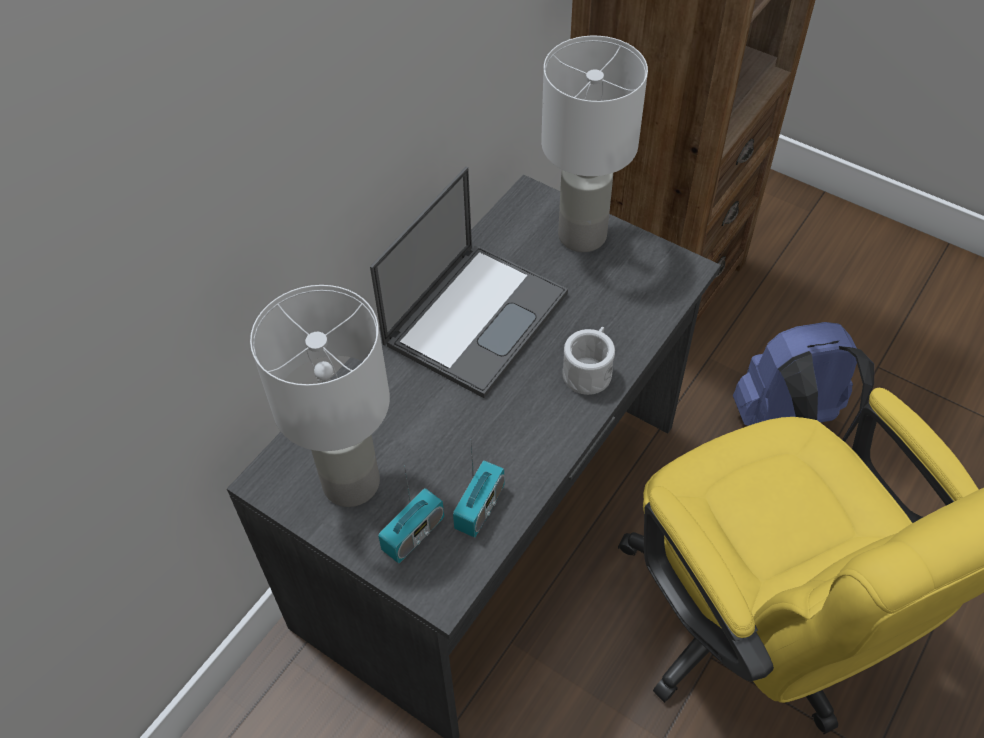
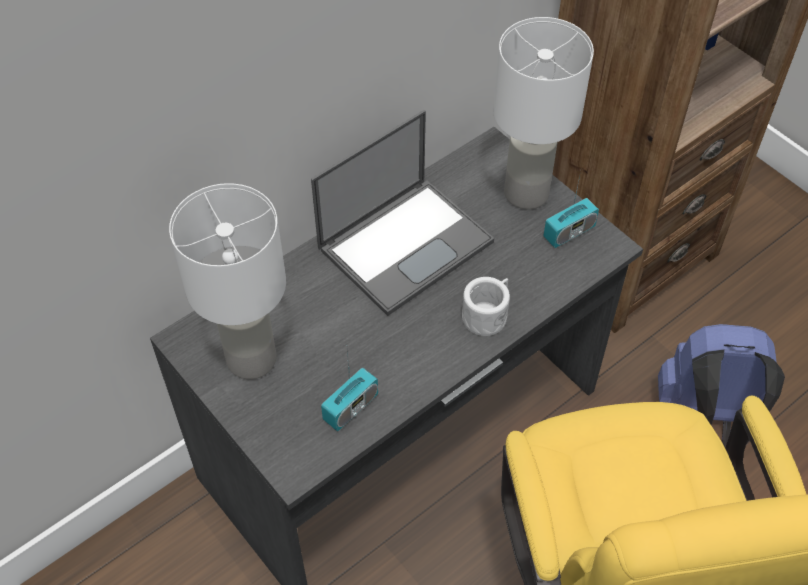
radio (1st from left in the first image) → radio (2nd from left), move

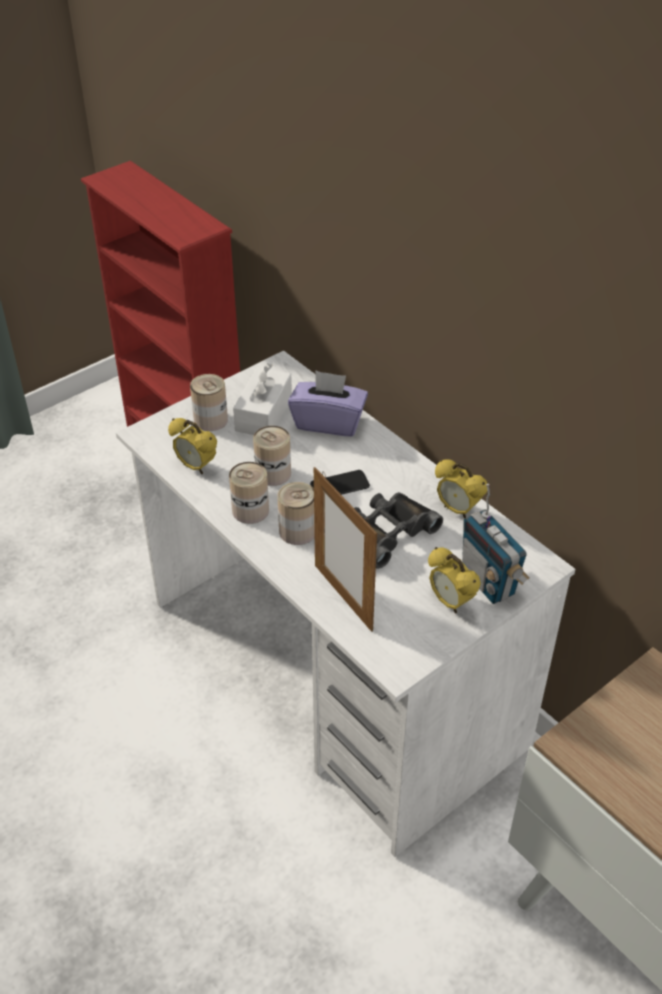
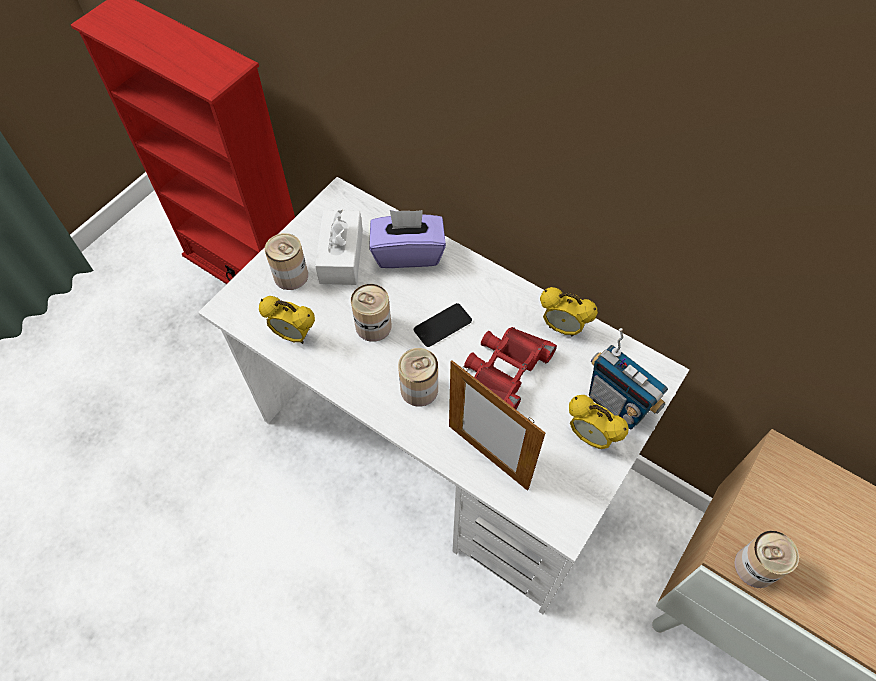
puszka (2nd from left in the first image) → puszka (4th from left), move
lornetka [czarny] → lornetka [czerwony]

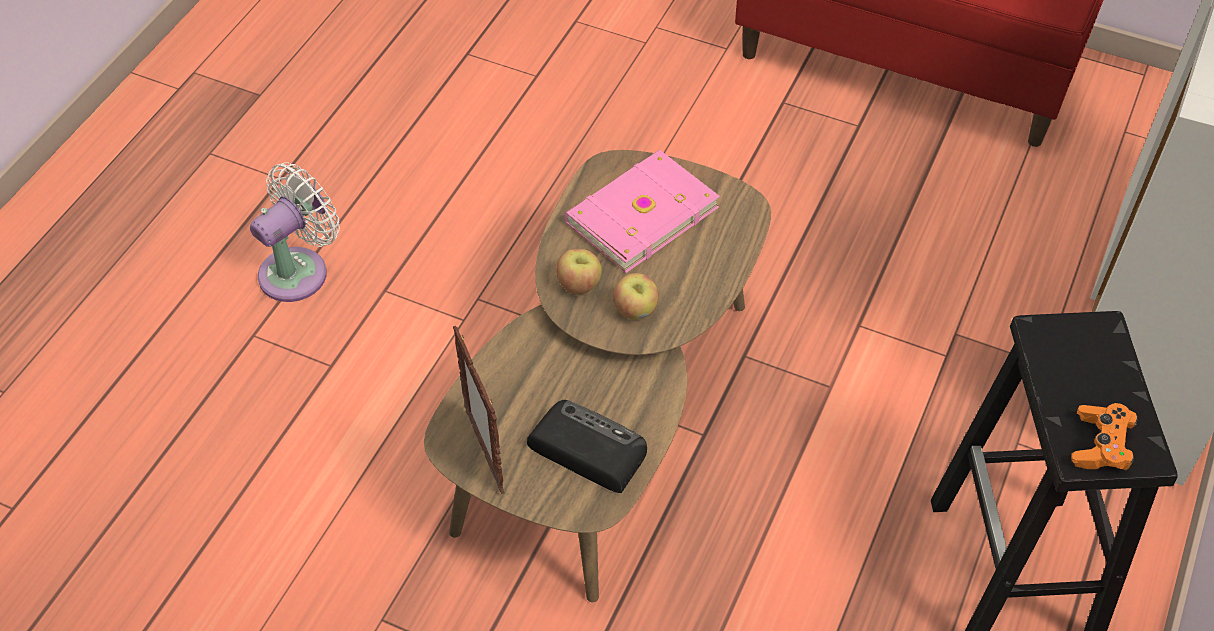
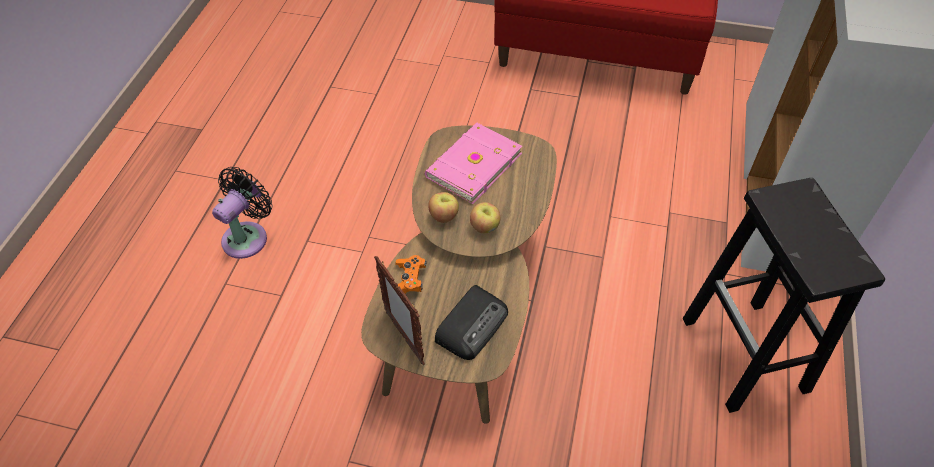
wentylator [biały] → wentylator [czarny]
radio, 105 degrees clockwise
pad do gier [pomarańczowy], move

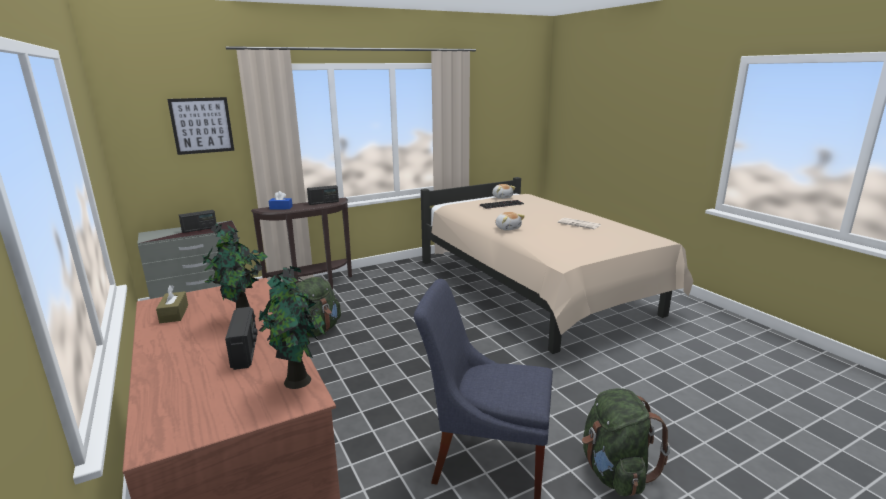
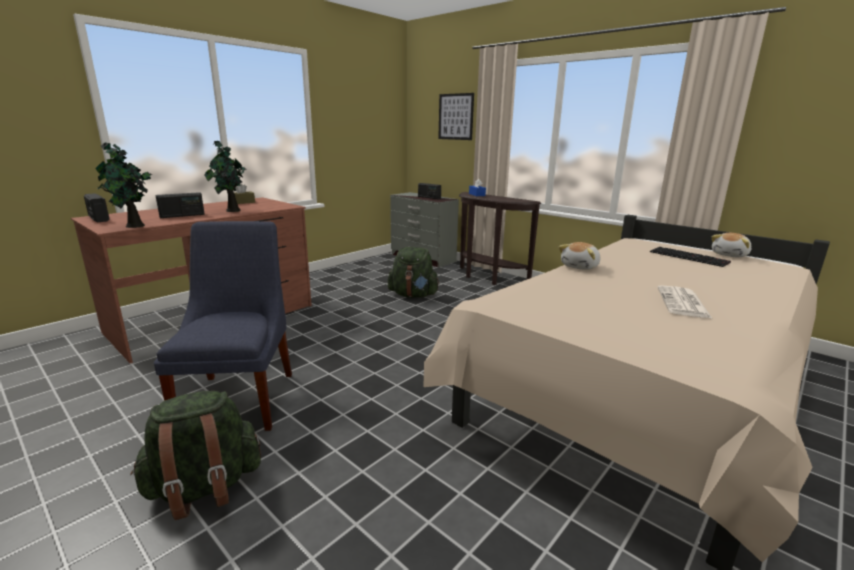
radio (3rd from left in the first image) → radio (1st from left), move

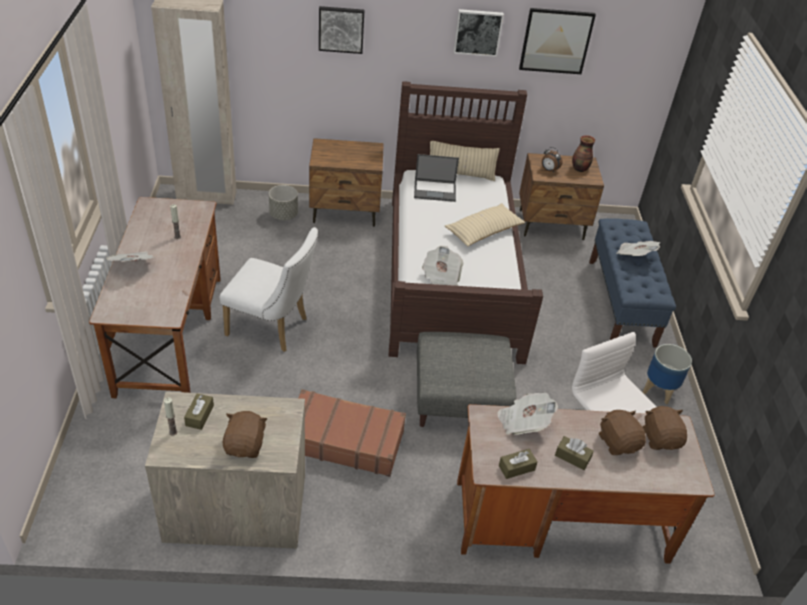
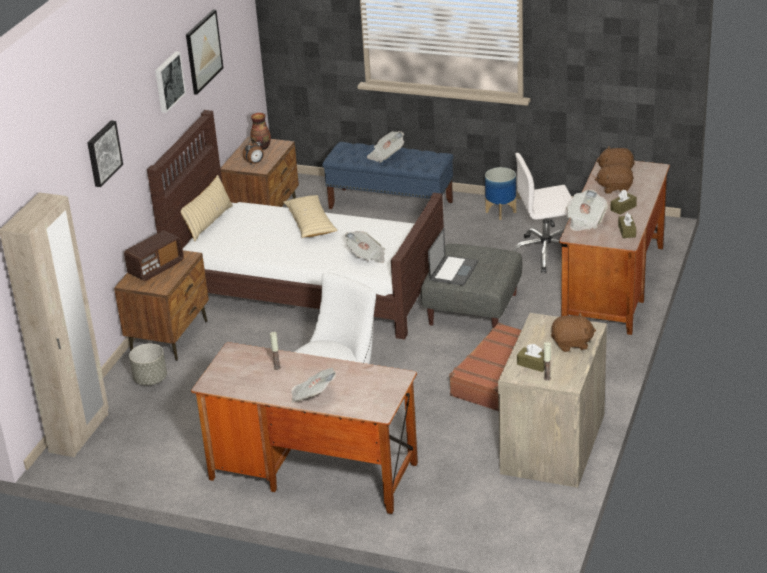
pluszak [brązowy] (1st from left), 150 degrees clockwise
laptop, move
- → radio

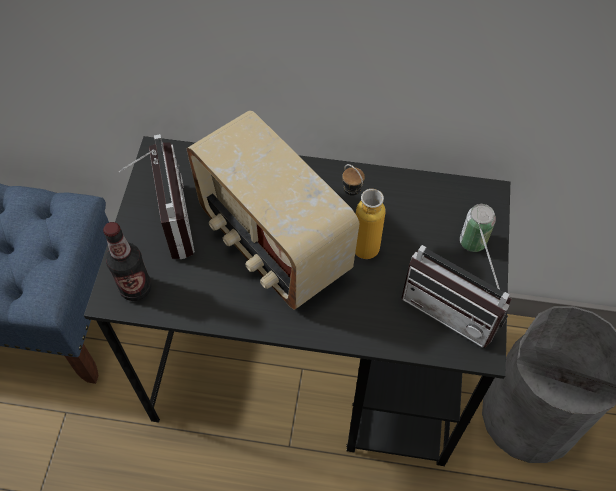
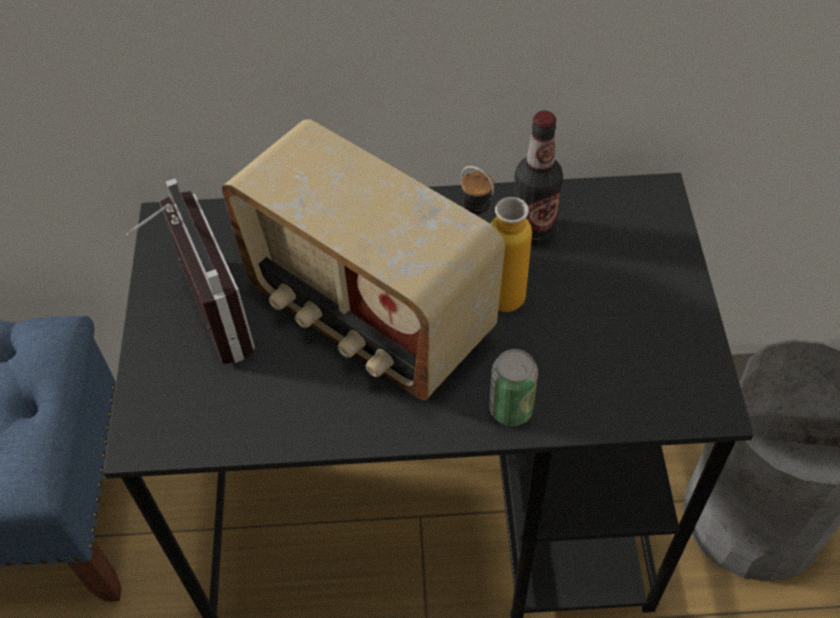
butelka (1st from left in the first image) → butelka (2nd from left), move
radio (3rd from left) → -
puszka, move

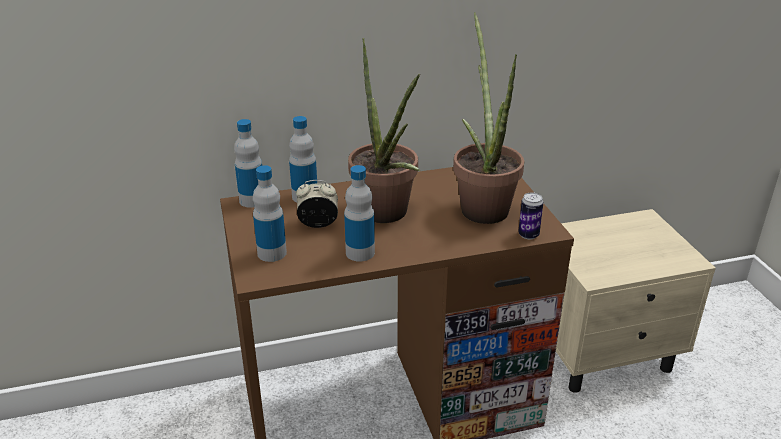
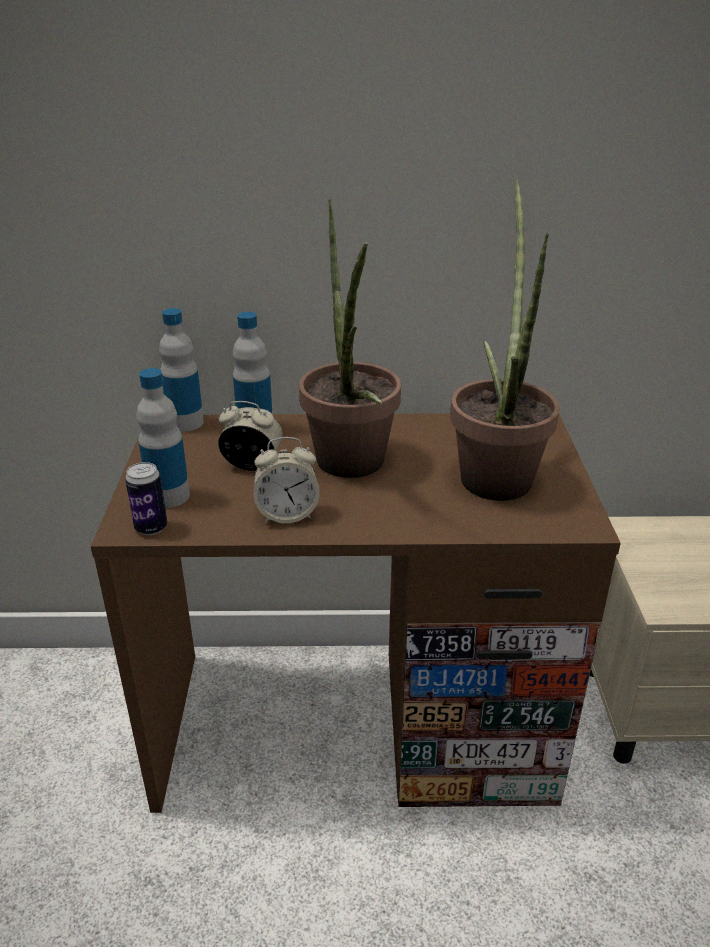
butelka (4th from left) → budzik (2nd from left)
puszka, move

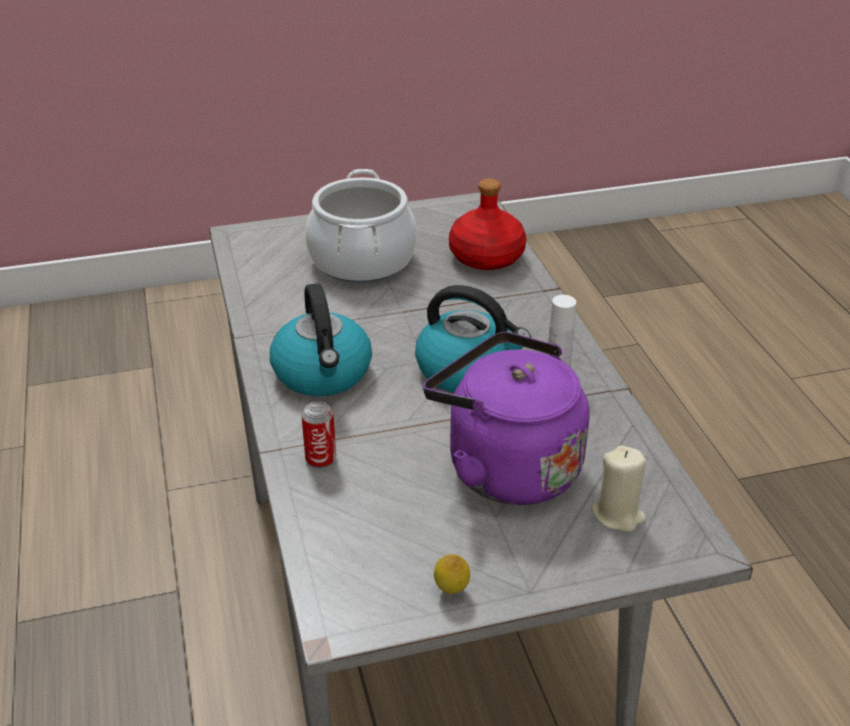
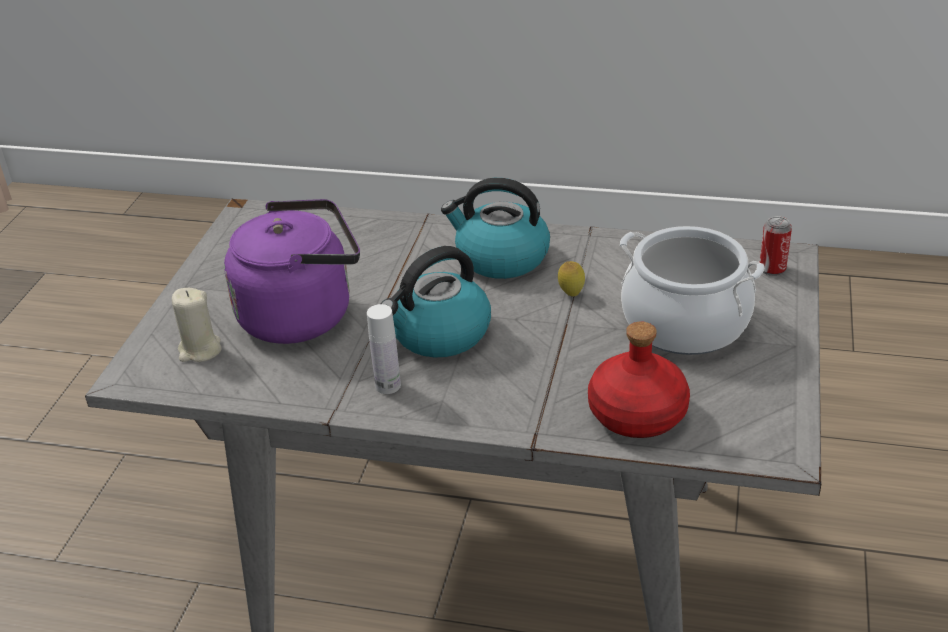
puszka, move
cytryna, move

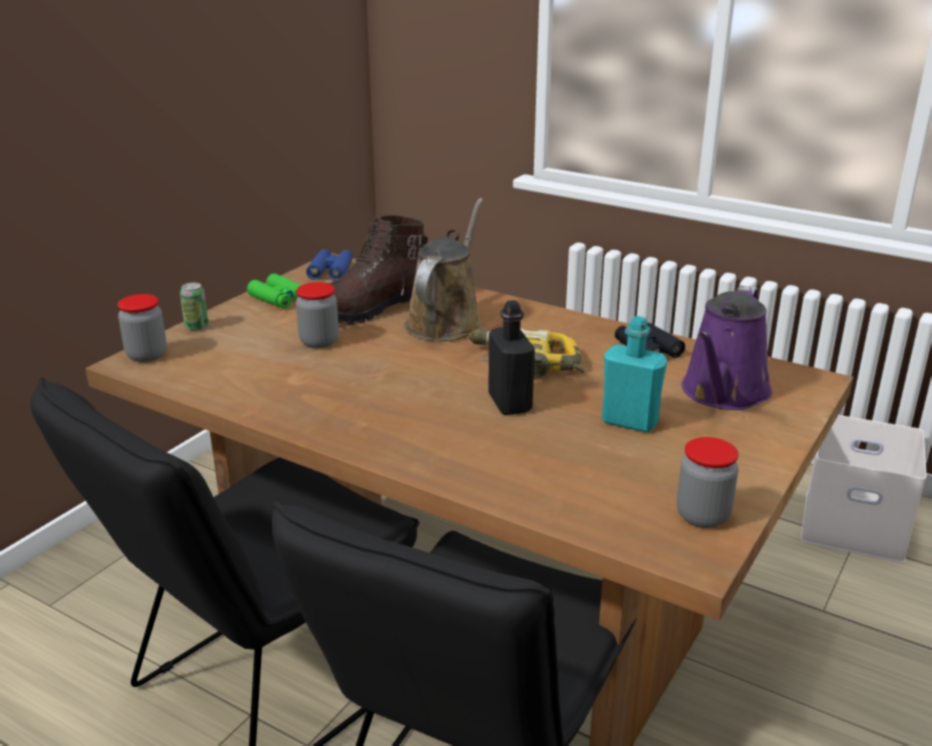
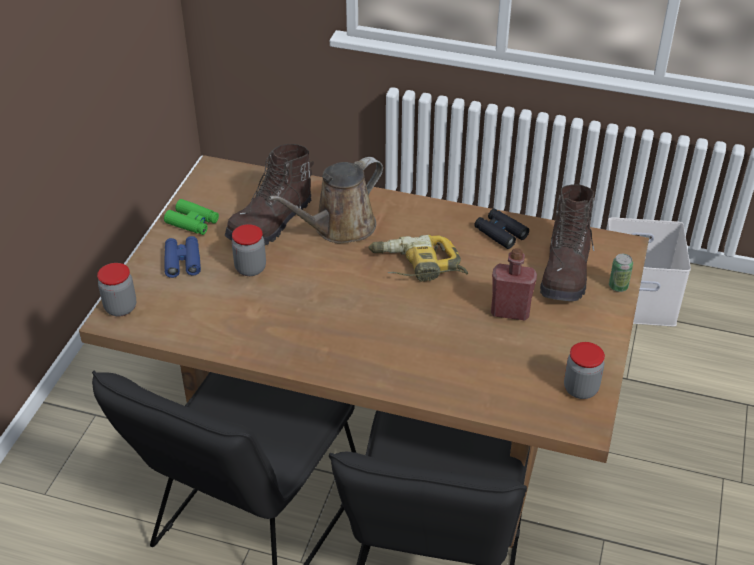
puszka, move
lornetka [niebieski], move
konewka [brązowy], 135 degrees counterclockwise
butelka [czarny] → -
butelka [turkusowy] → butelka [czerwony]
konewka [fioletowy] → but z cholewką [brązowy] (2nd from left)

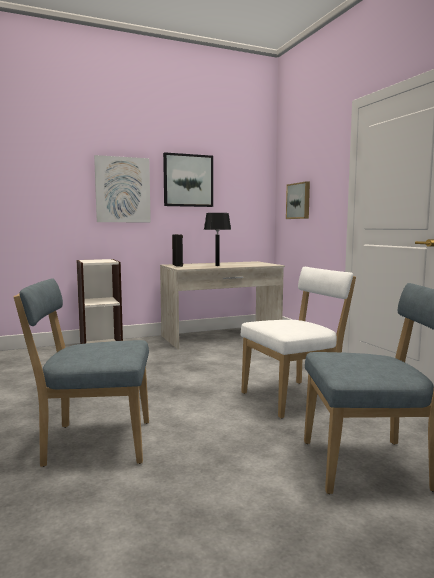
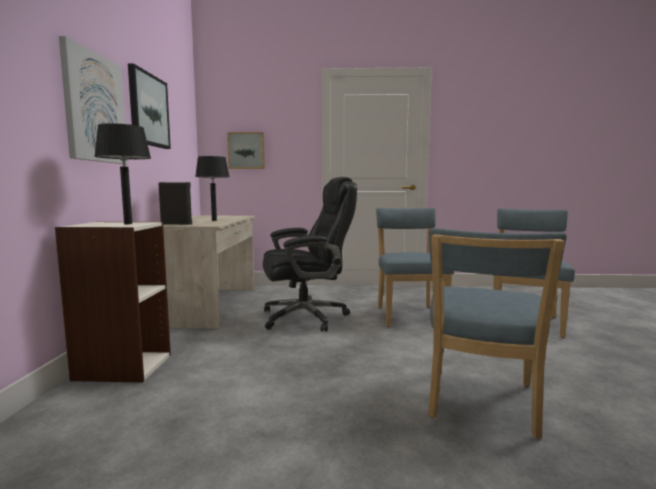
krzesło [biały] → krzesło [niebieski] (1st from left)
- → lampa stołowa [czarny] (1st from left)
- → krzesło biurowe [czarny]

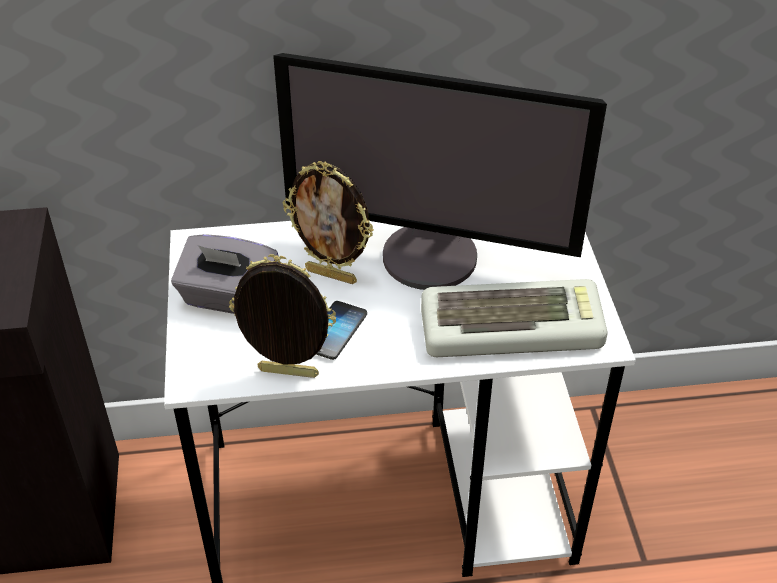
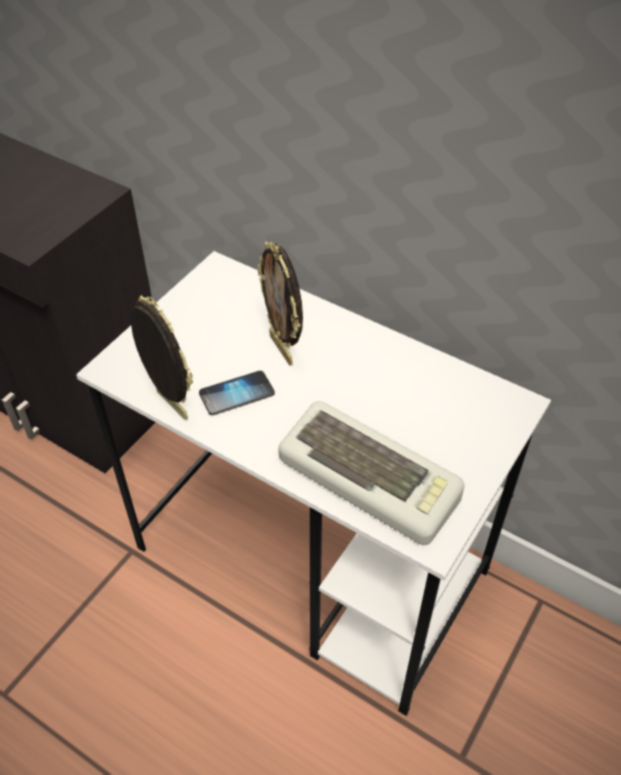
pudełko chusteczek [szary] → -
monitor → -

